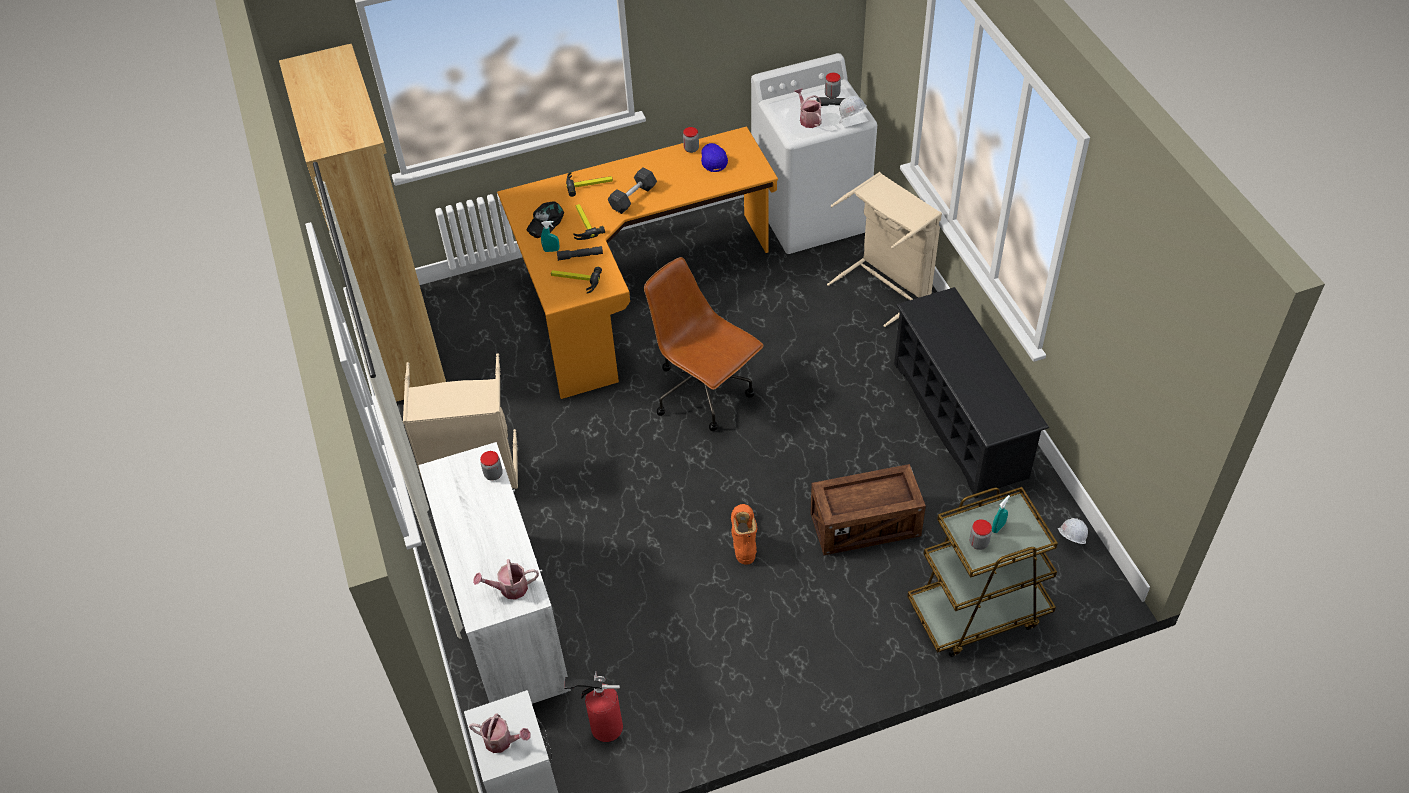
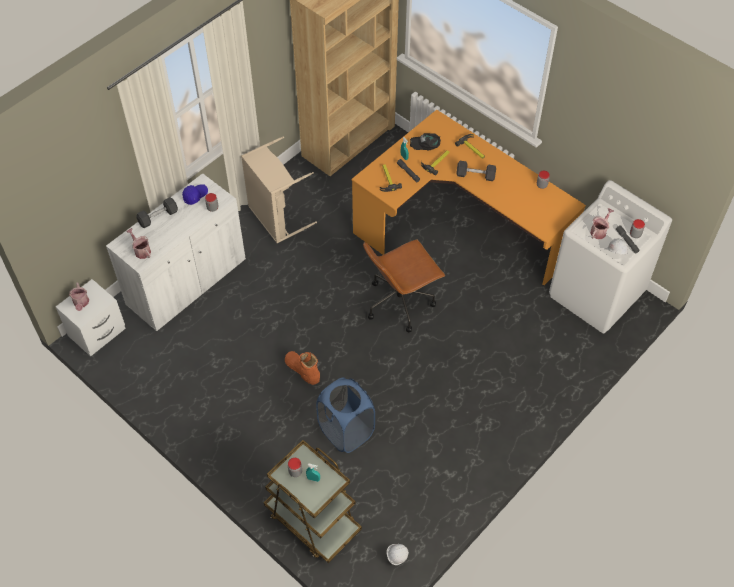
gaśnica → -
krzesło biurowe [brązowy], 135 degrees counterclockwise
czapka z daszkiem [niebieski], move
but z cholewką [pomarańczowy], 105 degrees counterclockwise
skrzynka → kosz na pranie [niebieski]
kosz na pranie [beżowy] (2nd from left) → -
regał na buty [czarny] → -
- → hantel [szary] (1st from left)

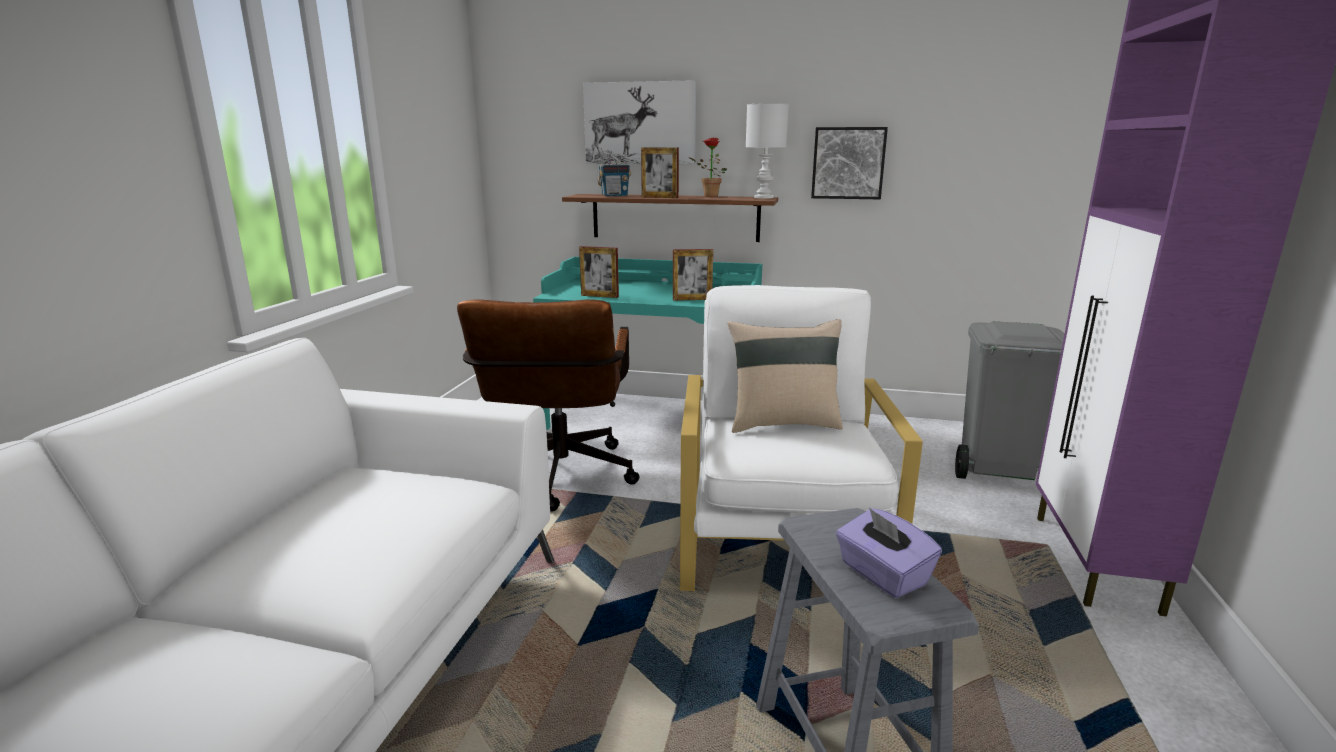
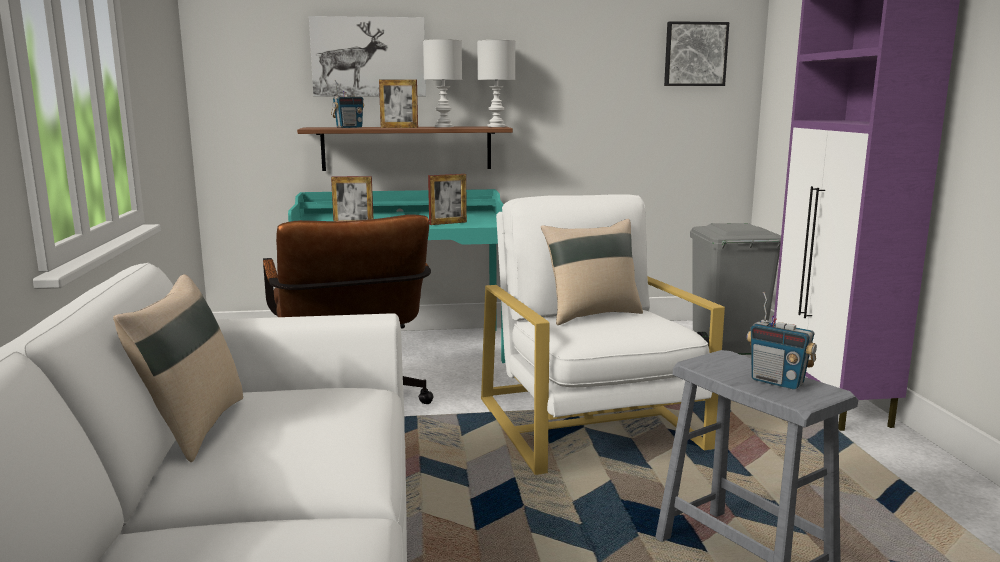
roślina doniczkowa → lampa stołowa [biały] (1st from left)
obraz (2nd from left), move
pudełko chusteczek [fioletowy] → radio (2nd from left)
- → poduszka [beżowy] (1st from left)

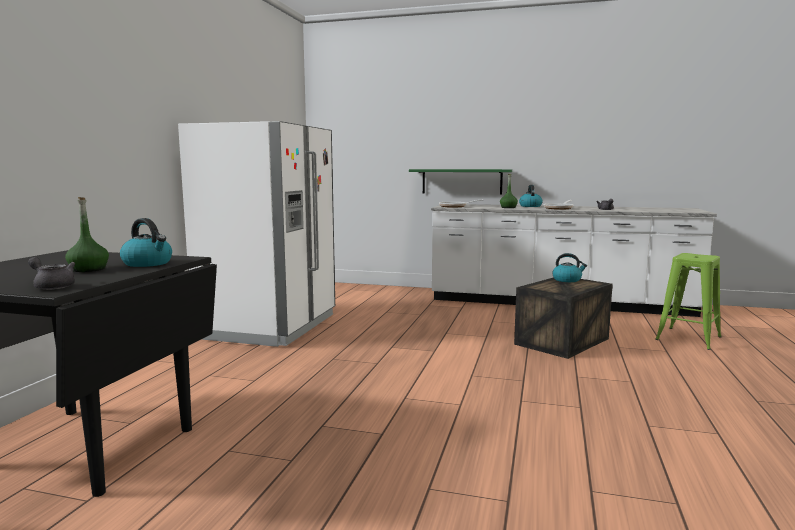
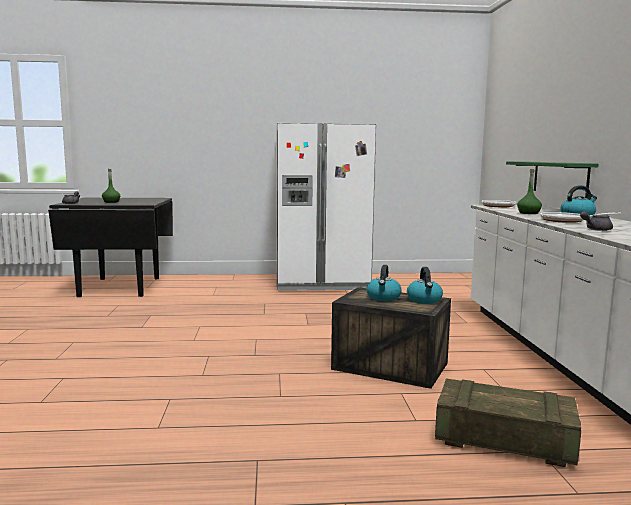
czajnik (1st from left), move
stołek [zielony] → skrzynka (2nd from left)

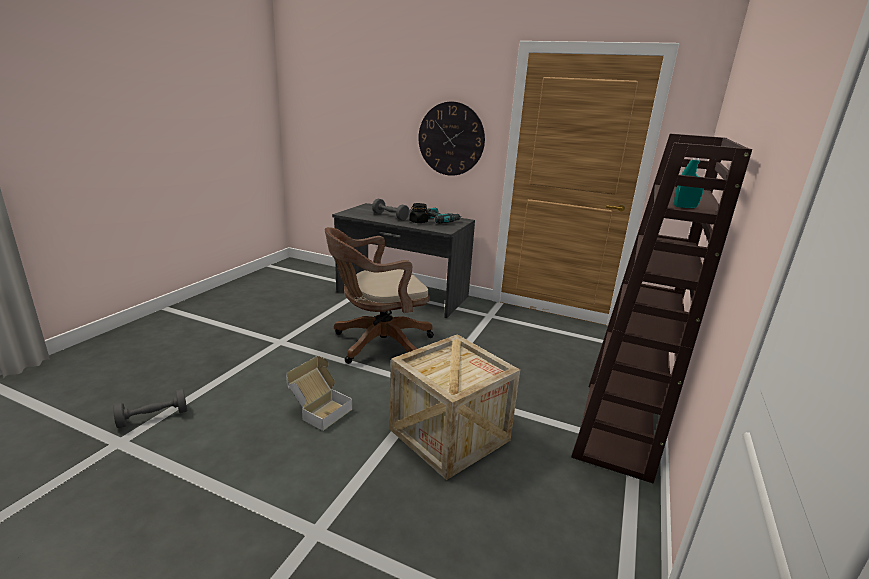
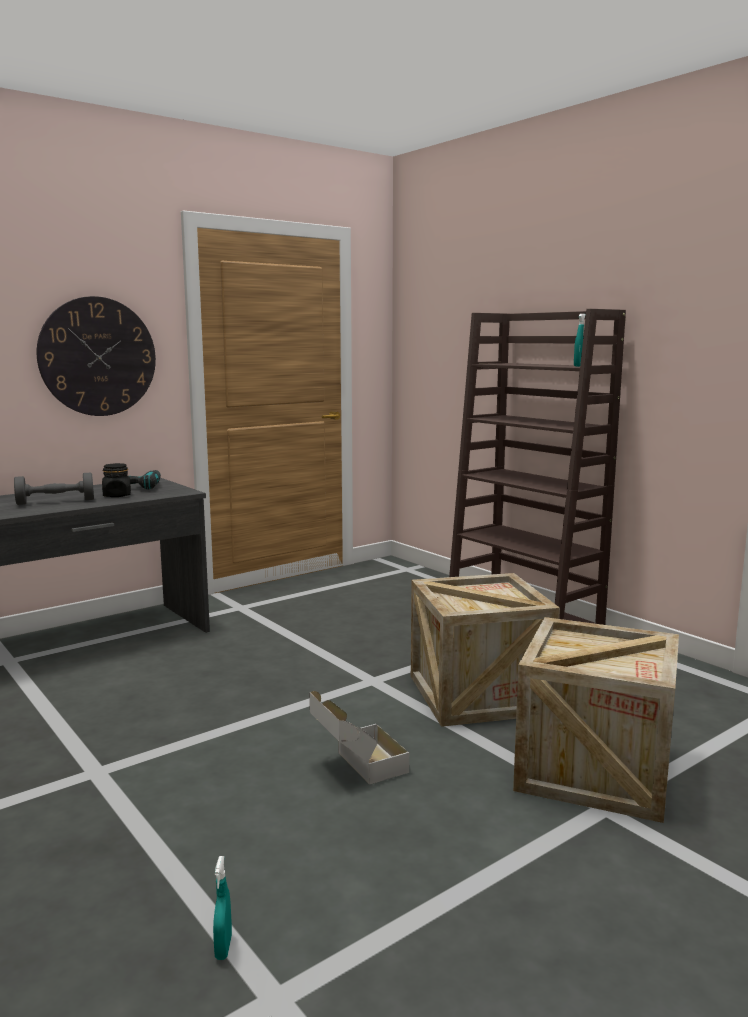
hantel [szary] (1st from left) → spryskiwacz [turkusowy] (1st from left)
krzesło biurowe [brązowy] → -
- → skrzynka (2nd from left)

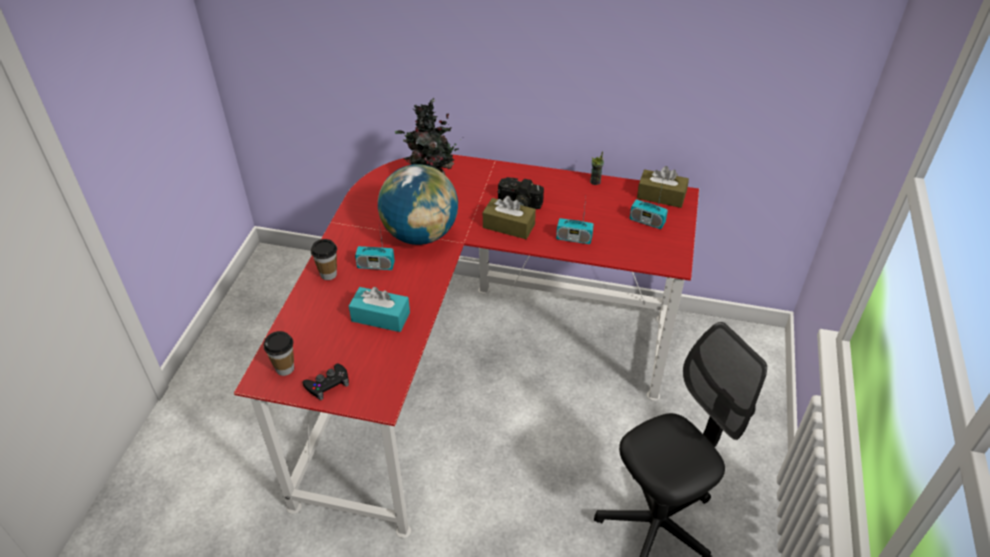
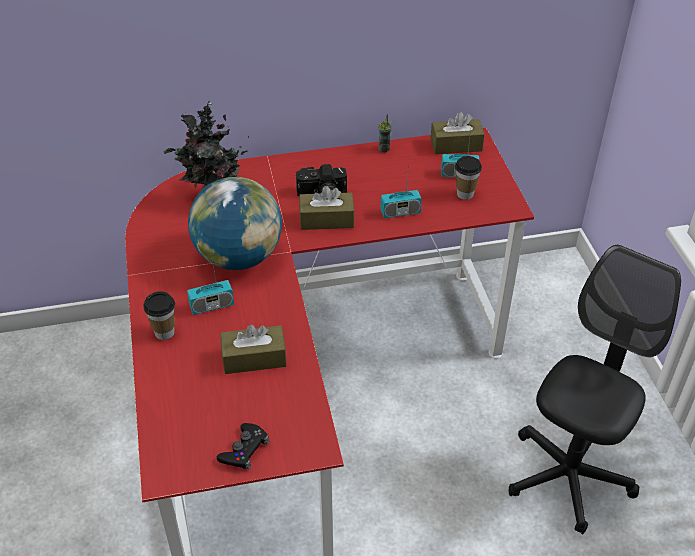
filiżanka (1st from left in the first image) → filiżanka (3rd from left), move
pudełko chusteczek [turkusowy] → pudełko chusteczek [brązowy] (1st from left)

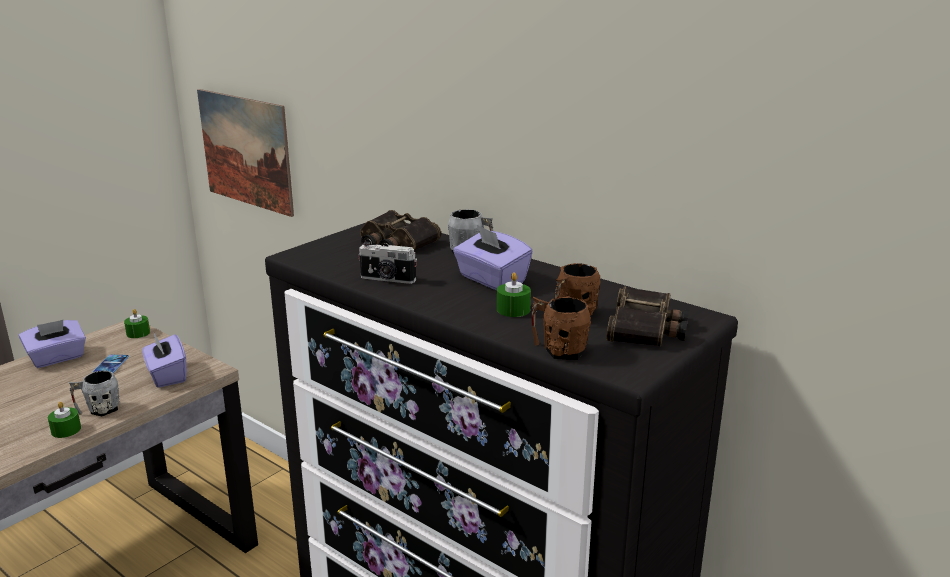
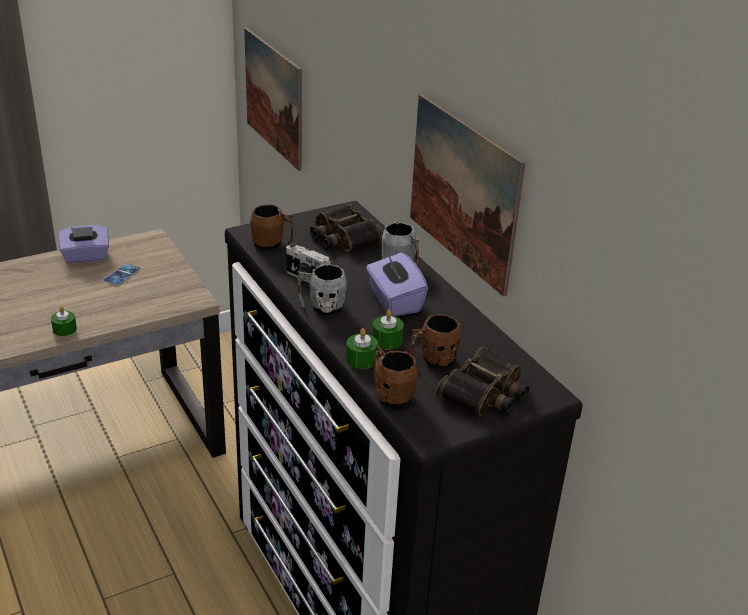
kubek [szary] (1st from left), move
świeca [zielony] (2nd from left), move
pudełko chusteczek [fioletowy] (2nd from left) → -
- → kubek [brązowy] (1st from left)
- → obraz (2nd from left)

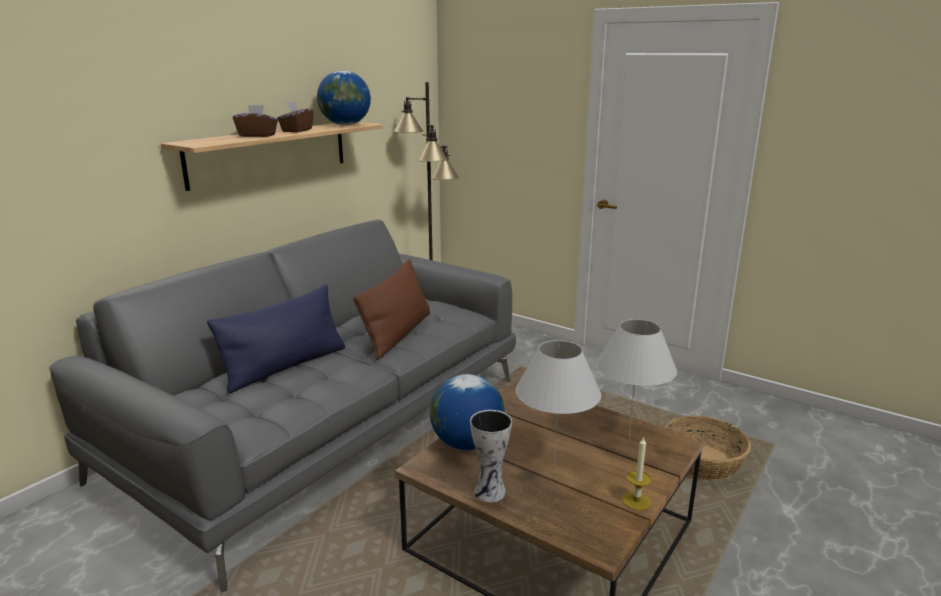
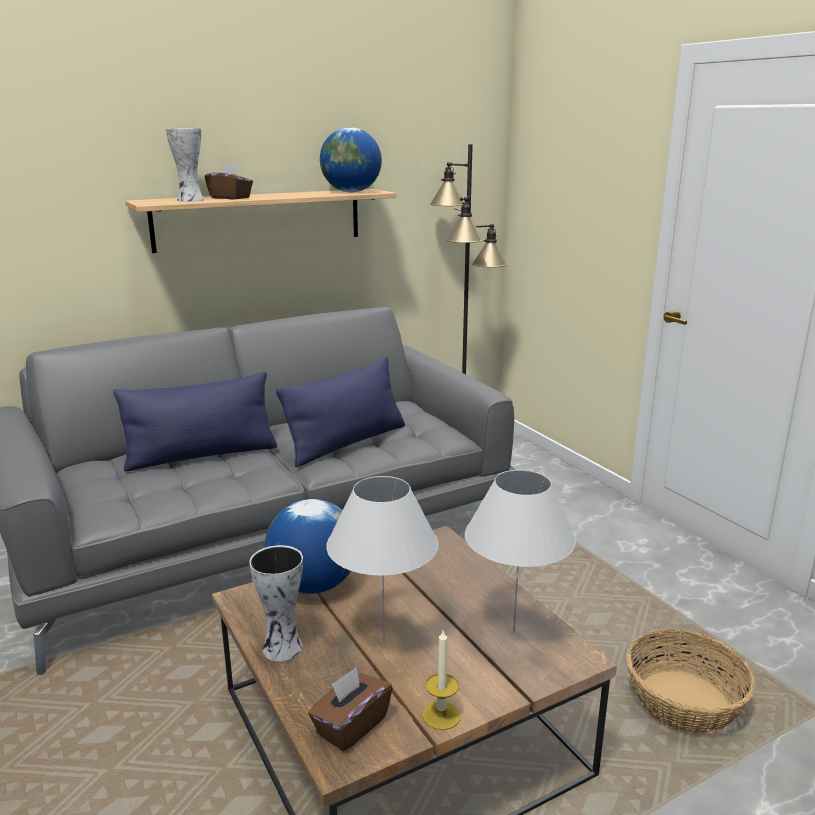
pudełko chusteczek [brązowy] (2nd from left), move
poduszka [brązowy] → poduszka [niebieski] (2nd from left)
- → wazon (1st from left)

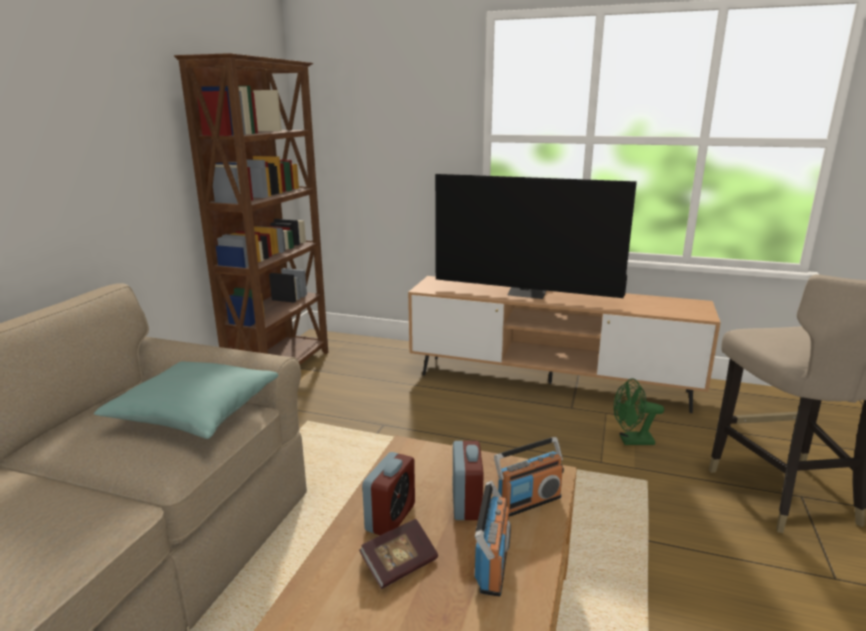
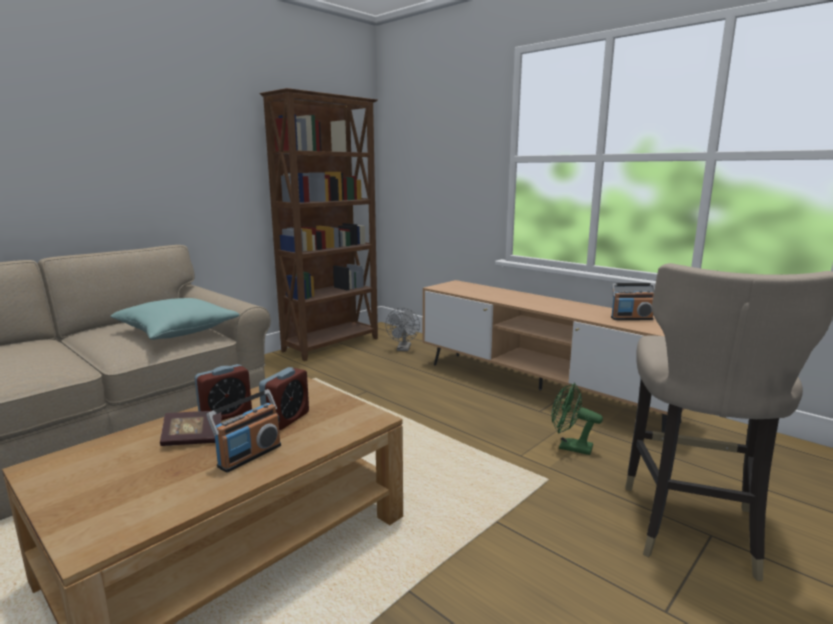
telewizor → -
radio (2nd from left), move
- → wentylator [szary]

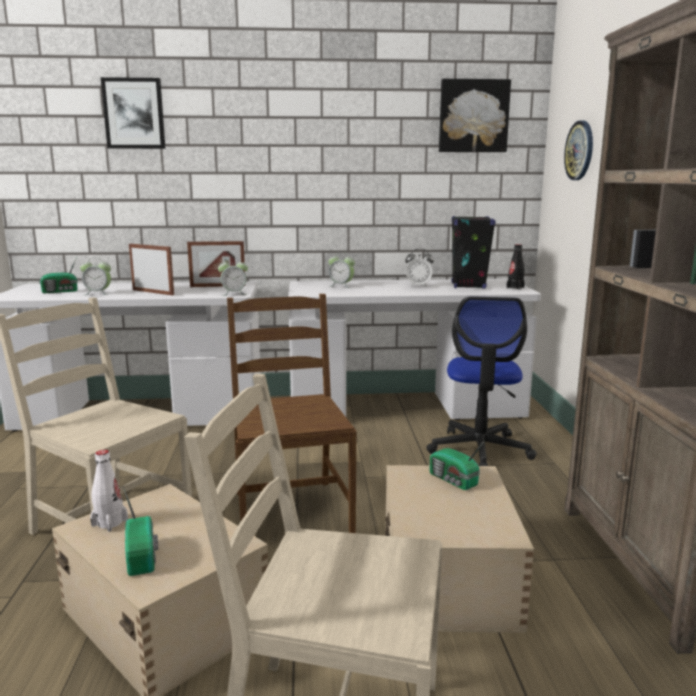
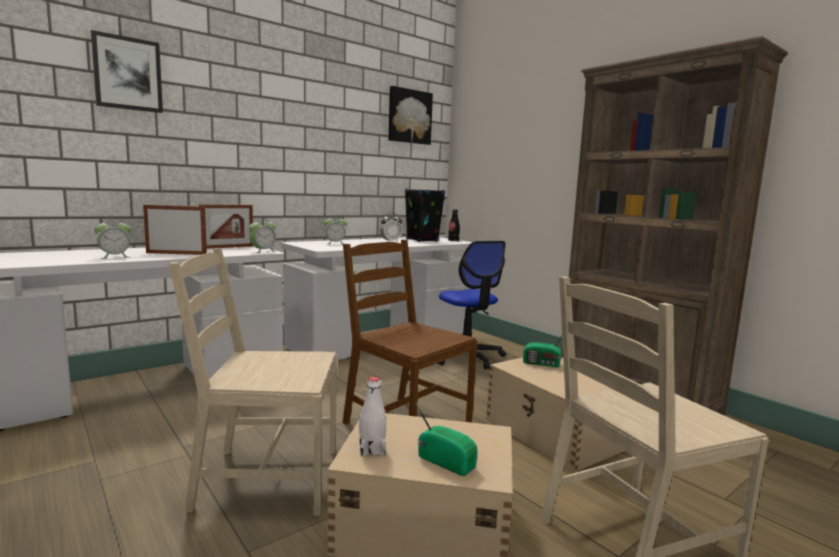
radio (1st from left) → -
zegar ścienny → -

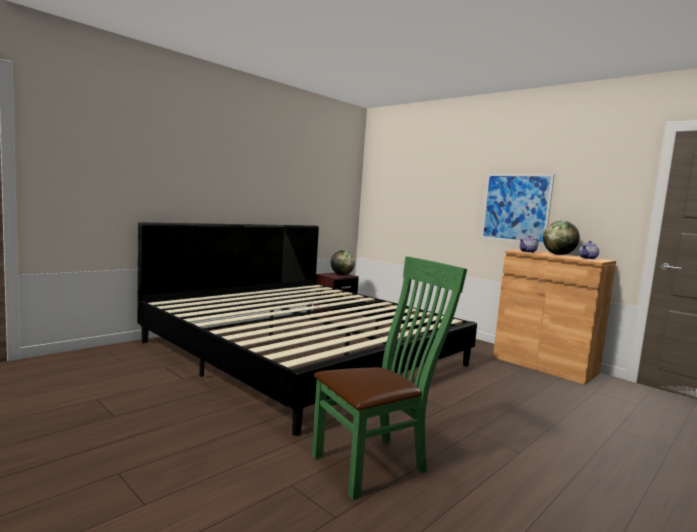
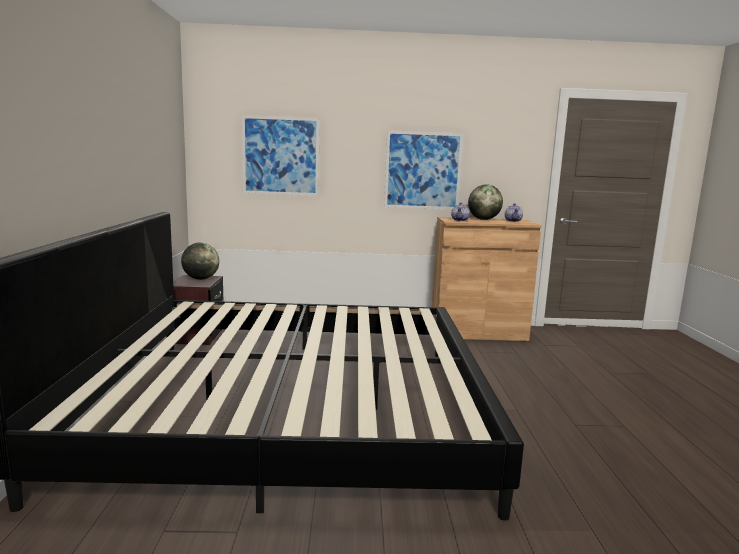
krzesło [zielony] → -
- → obraz (1st from left)

